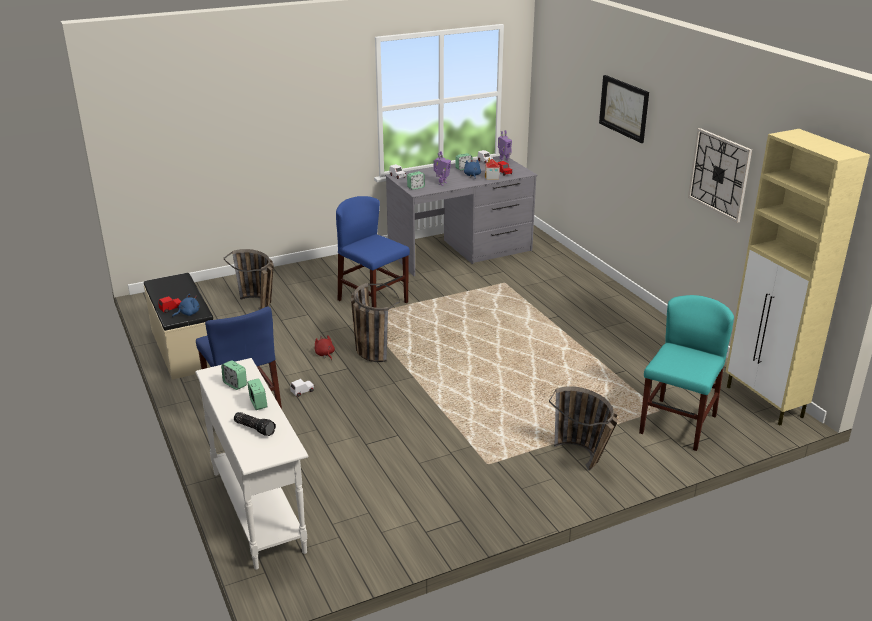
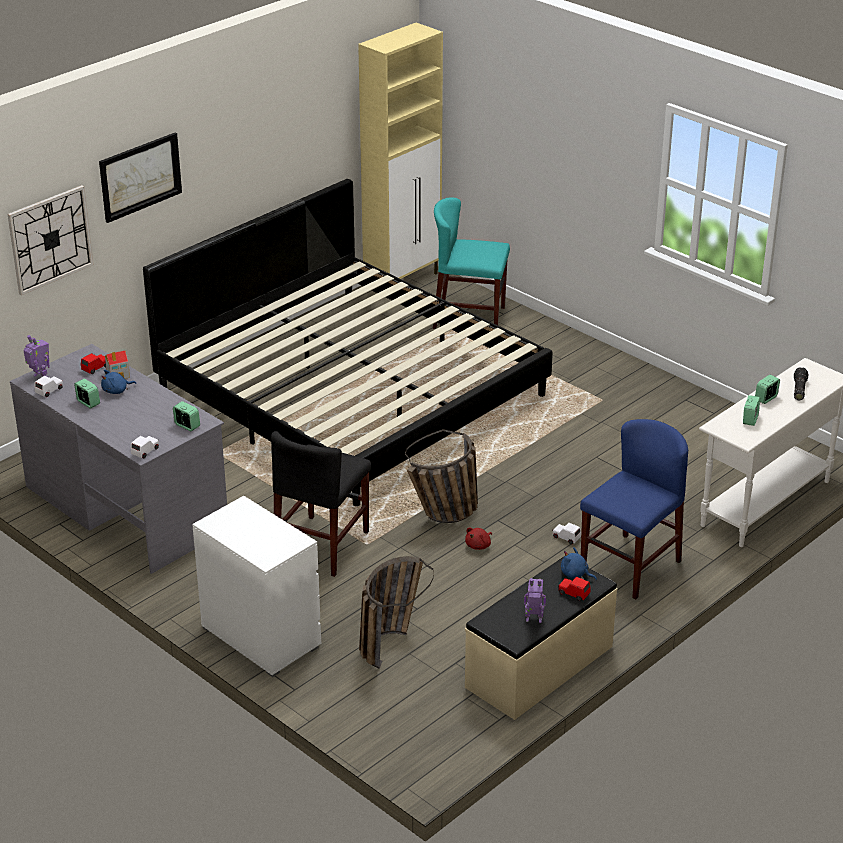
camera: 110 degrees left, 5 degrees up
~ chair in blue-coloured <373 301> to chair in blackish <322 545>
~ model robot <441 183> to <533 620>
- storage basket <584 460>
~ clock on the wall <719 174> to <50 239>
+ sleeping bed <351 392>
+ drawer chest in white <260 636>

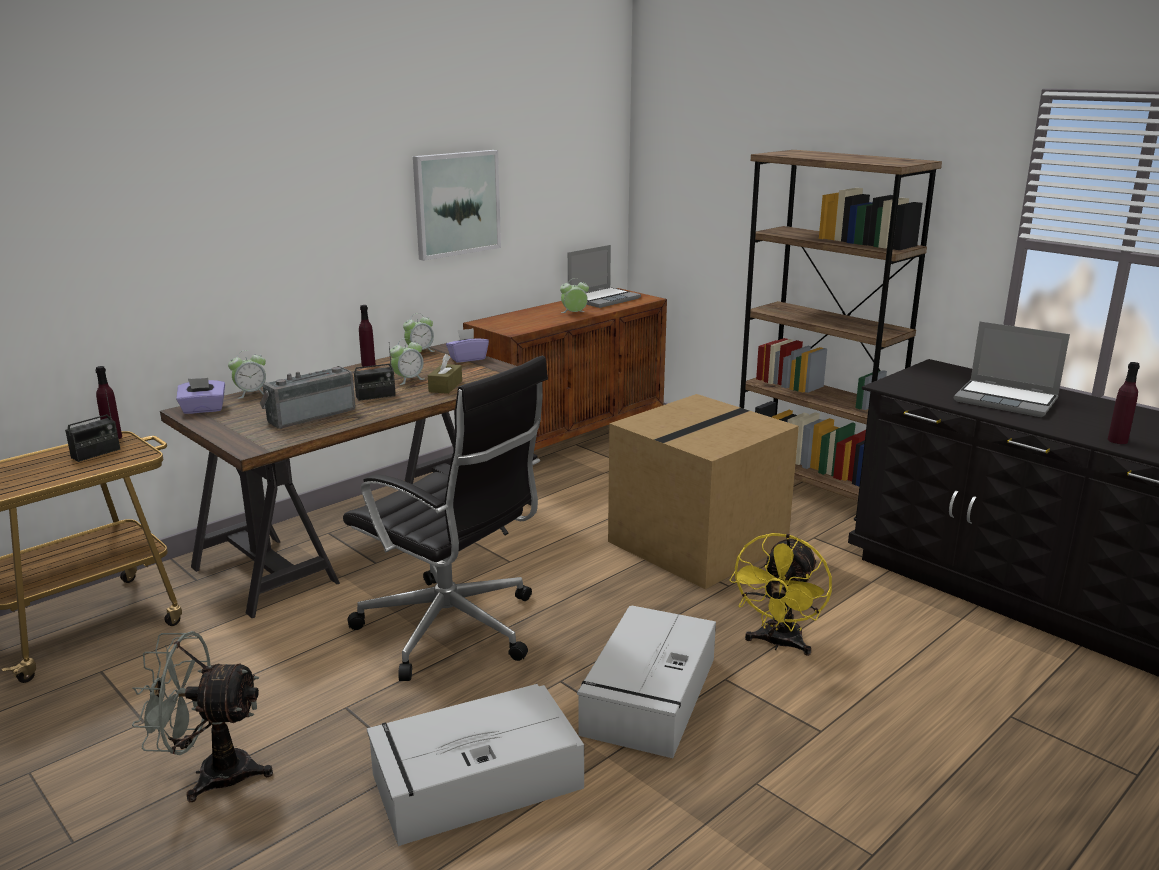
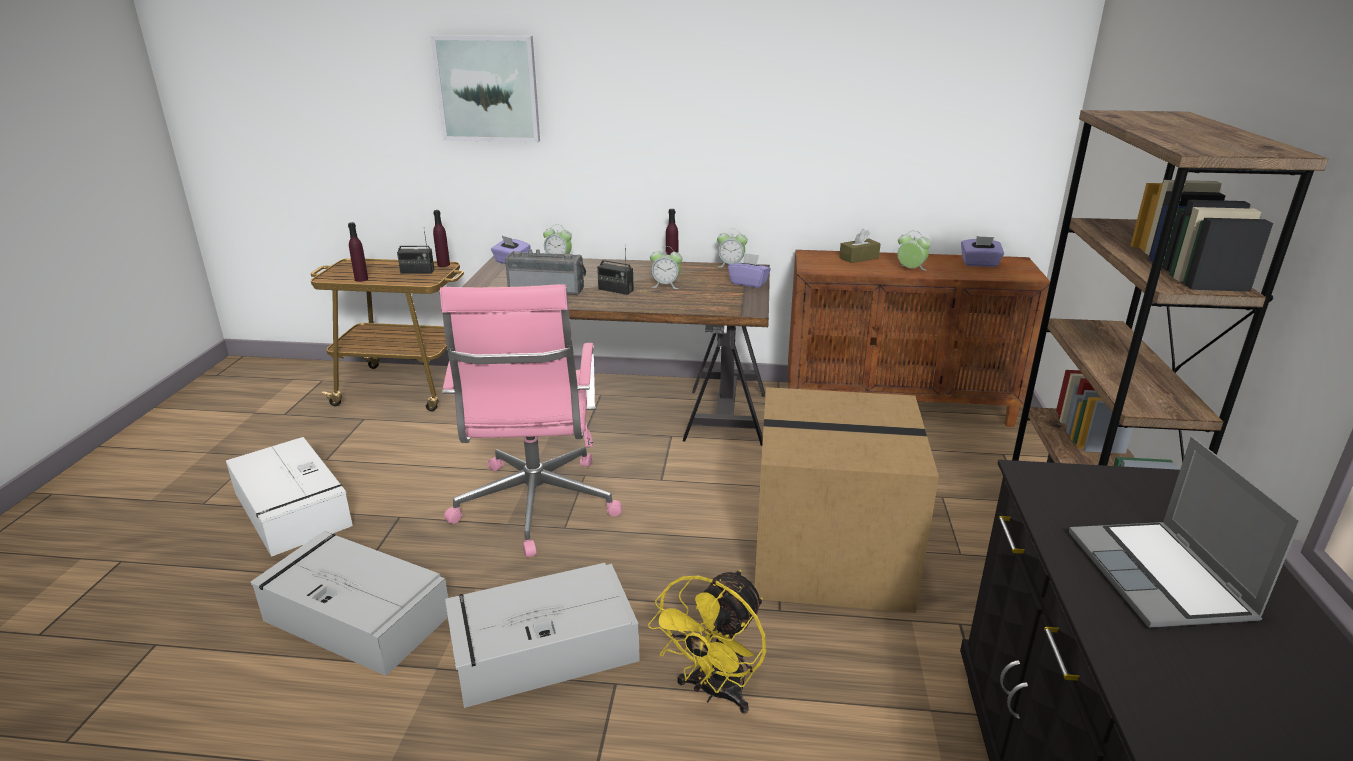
camera: 50 degrees right, 5 degrees up
~ electric fan in grey <211 773> to storage bin in white <292 509>
~ desk chair in blackish <453 630> to desk chair in pink-coloured <535 507>
~ picture <456 203> to <488 89>
~ tissue holder in brown <445 386> to <859 258>
~ laptop <603 299> to tissue holder in purple-coloured <979 264>
~ electric fan in yellow <778 644> = <714 692> 45 degrees counterclockwise
~ beverage bottle in purple-coloured <1117 440> to <361 279>

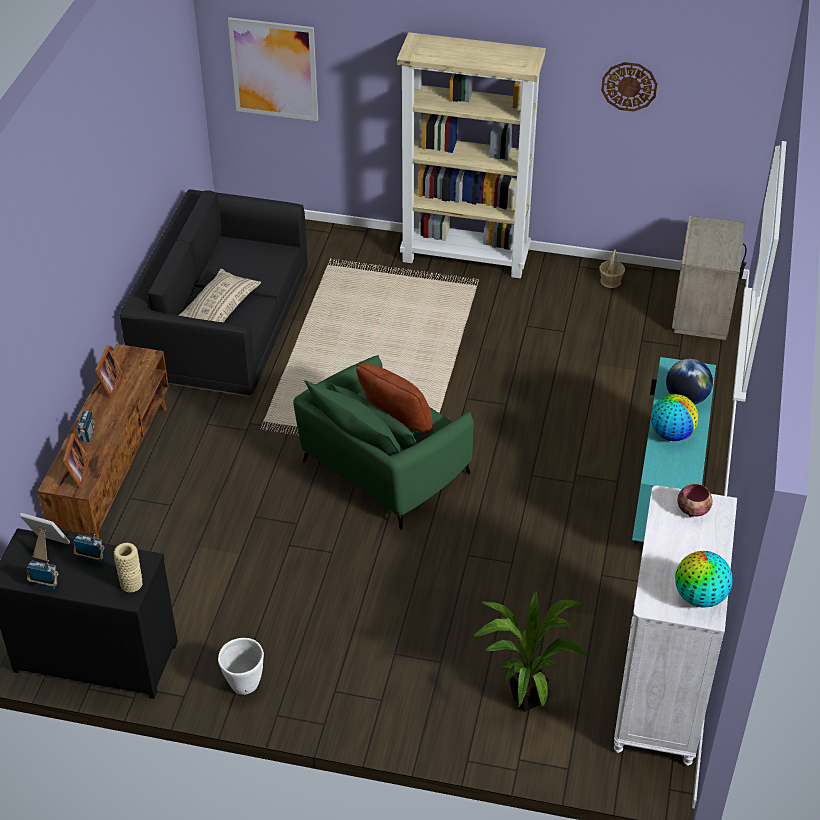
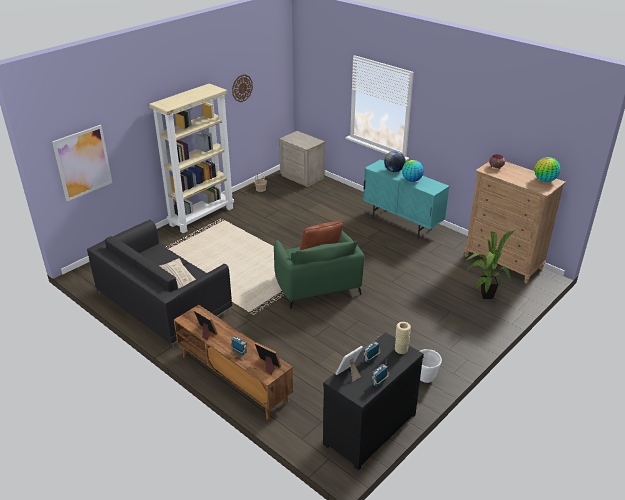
camera: 60 degrees left, 10 degrees down
~ drawer chest in white <661 696> to drawer chest in brown <503 262>

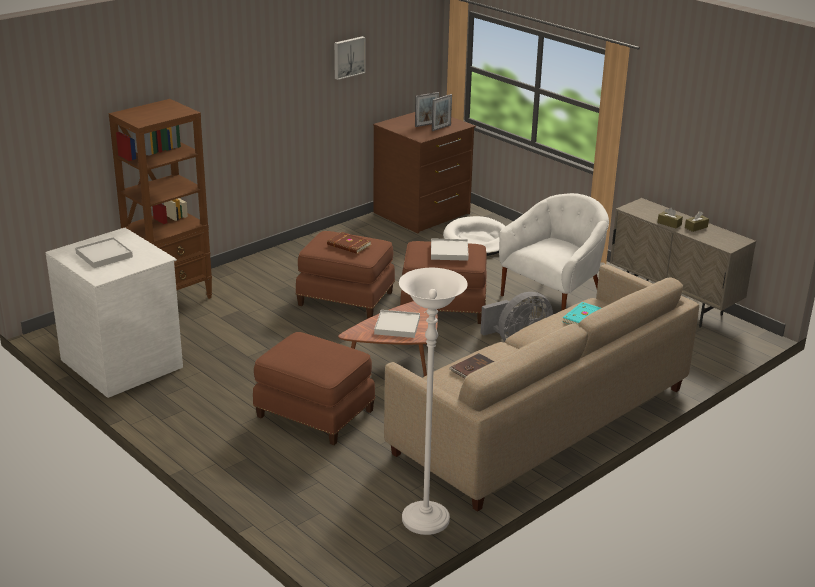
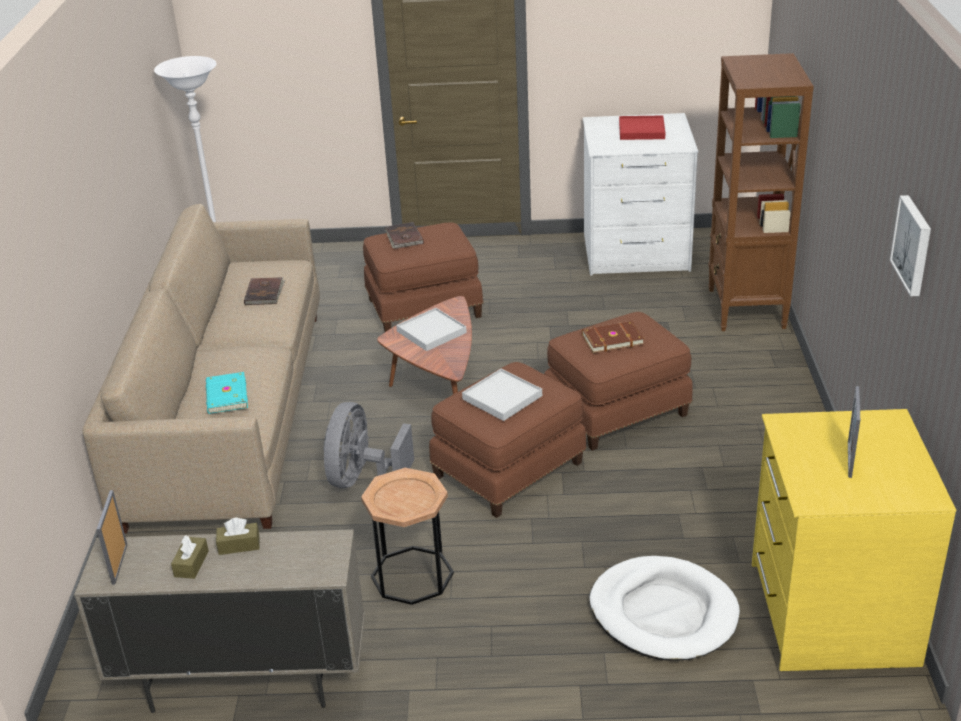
camera: 135 degrees right, 5 degrees up
~ serving tray in white <104 255> to serving tray in reddish <642 130>
~ drawer chest in brown <422 213> to drawer chest in yellow <829 613>
~ picture frame <441 128> to <119 564>
~ lounge chair in white <553 297> to end table in brown <412 575>
+ bound book in brown <403 238>

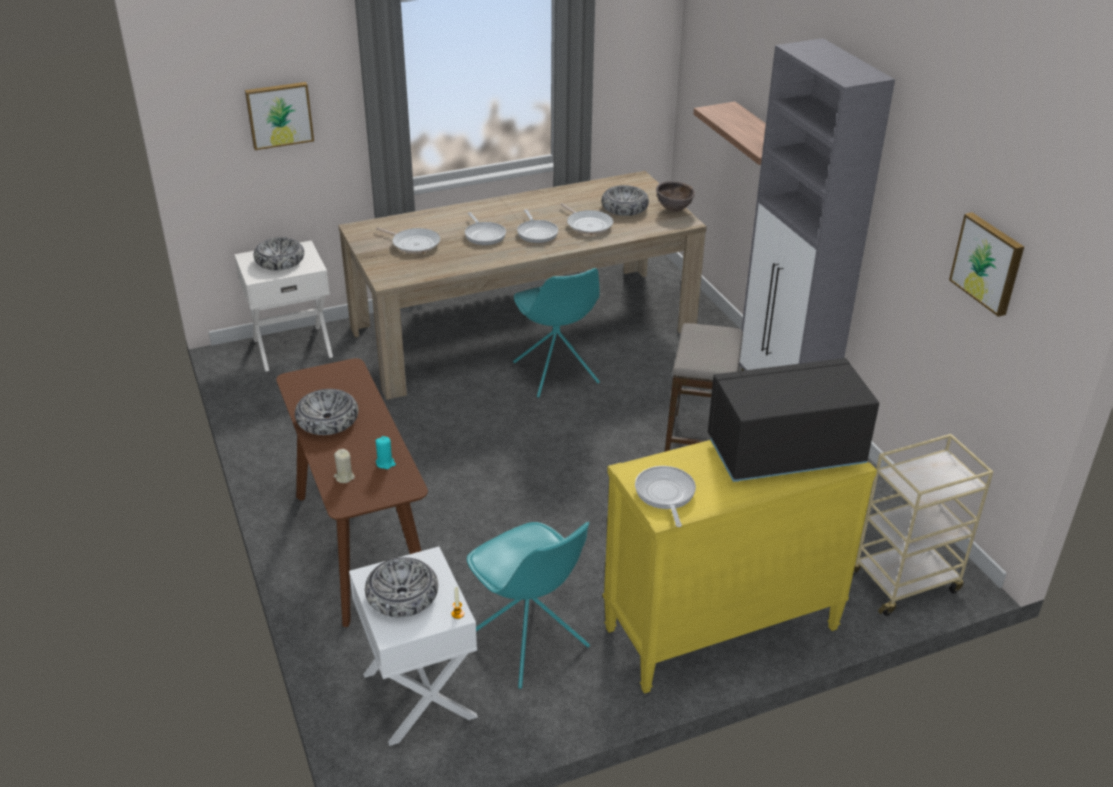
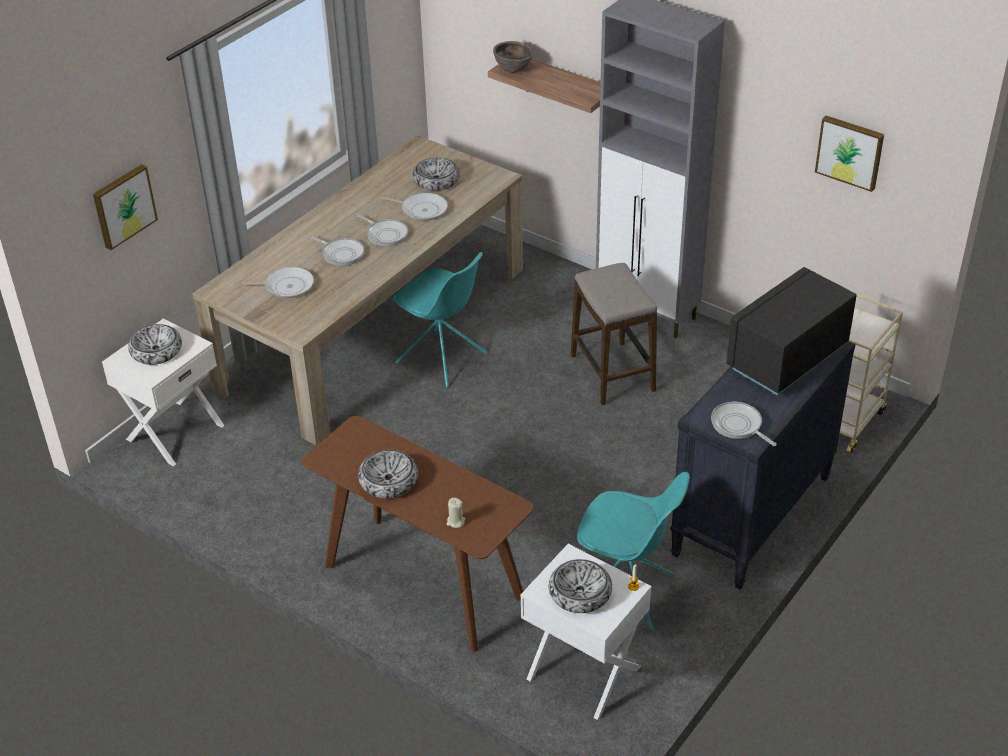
camera: 30 degrees left, 5 degrees up
- wax light in blue-green <385 463>
~ drawer chest in yellow <720 630> to drawer chest in blackish <752 516>
~ deep dish in brown <674 210> to <513 71>

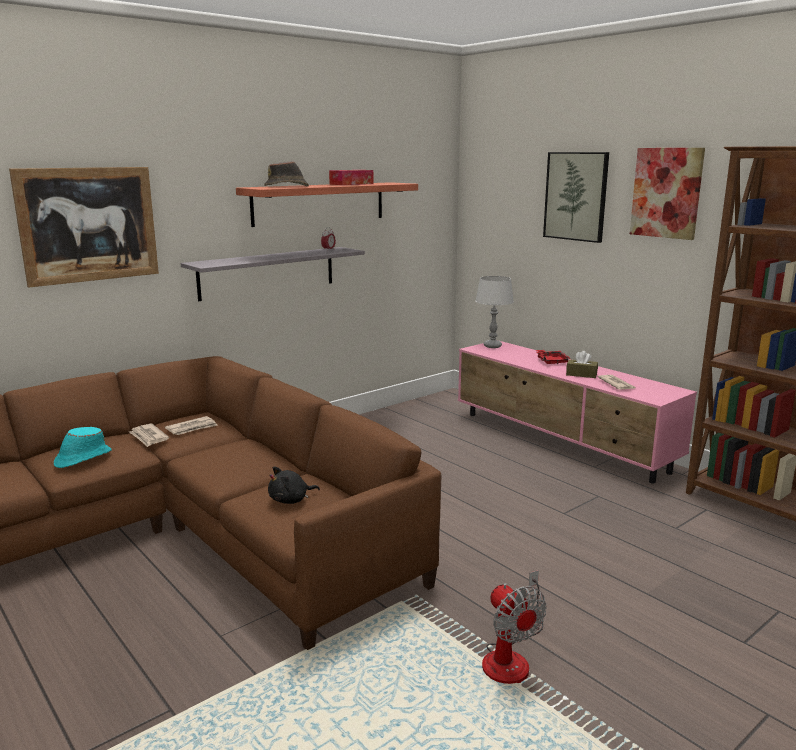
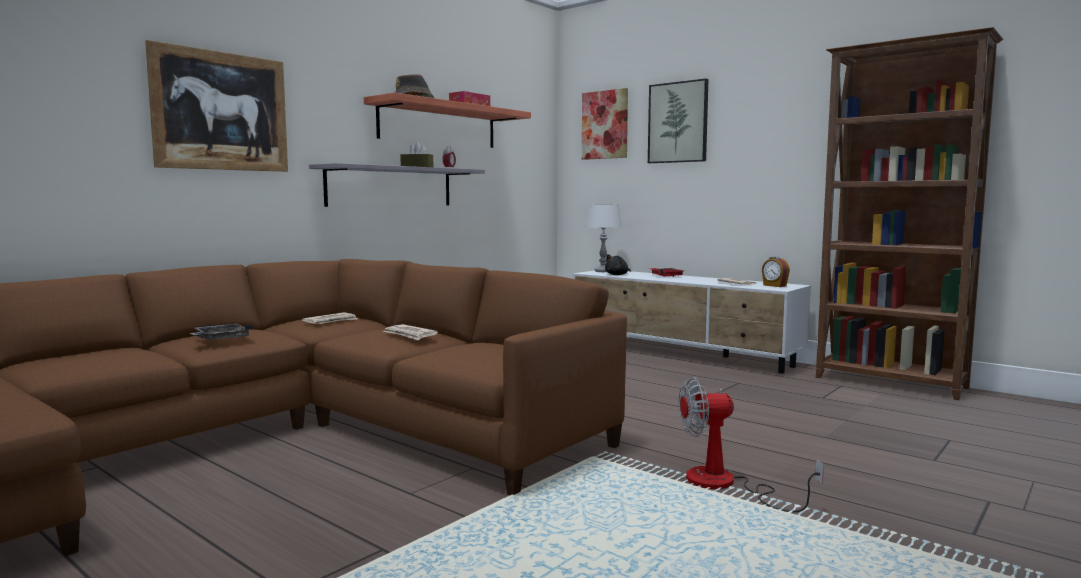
camera: 10 degrees left, 10 degrees down
~ clothing hat in blue-green <82 458> to serving tray in grey <221 339>
~ newspaper <148 437> to <410 335>
~ soft toy in blackish <291 500> to <617 275>
~ tv unit in pink-coloured <561 442> to tv unit in white <681 353>
~ electric fan <511 657> = <726 485> 120 degrees clockwise
~ tissue holder in brown <581 374> to <417 167>
~ picture <666 193> to <605 125>
+ alarm clock <774 285>

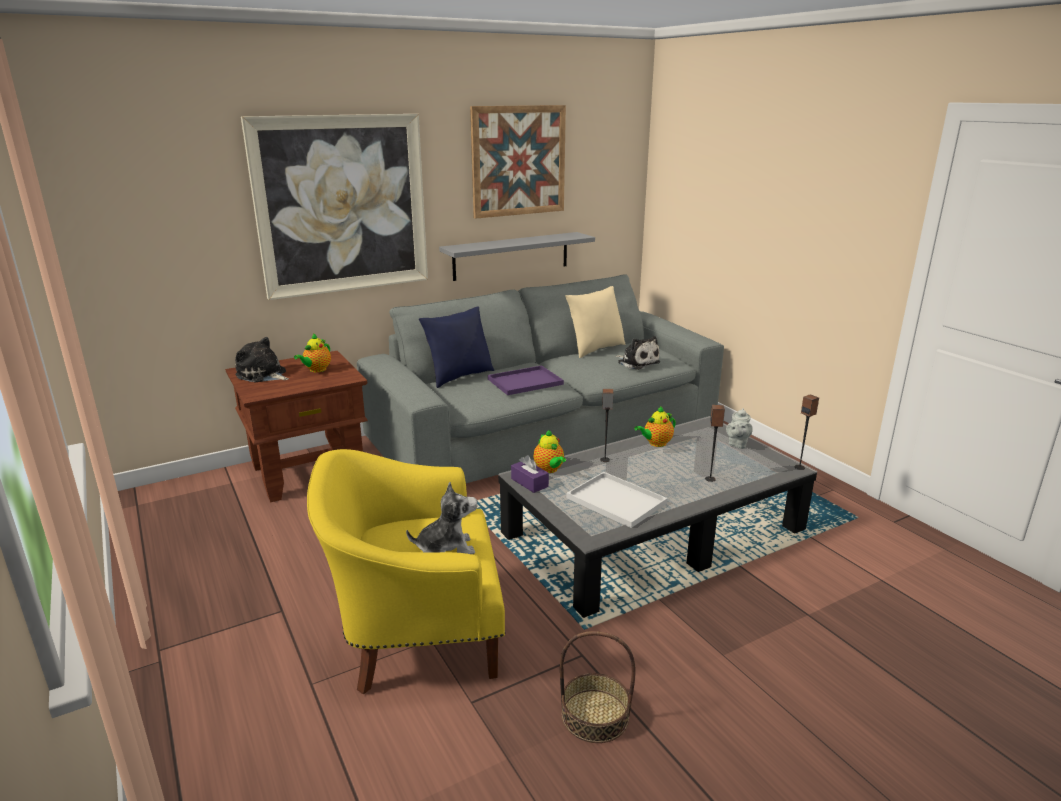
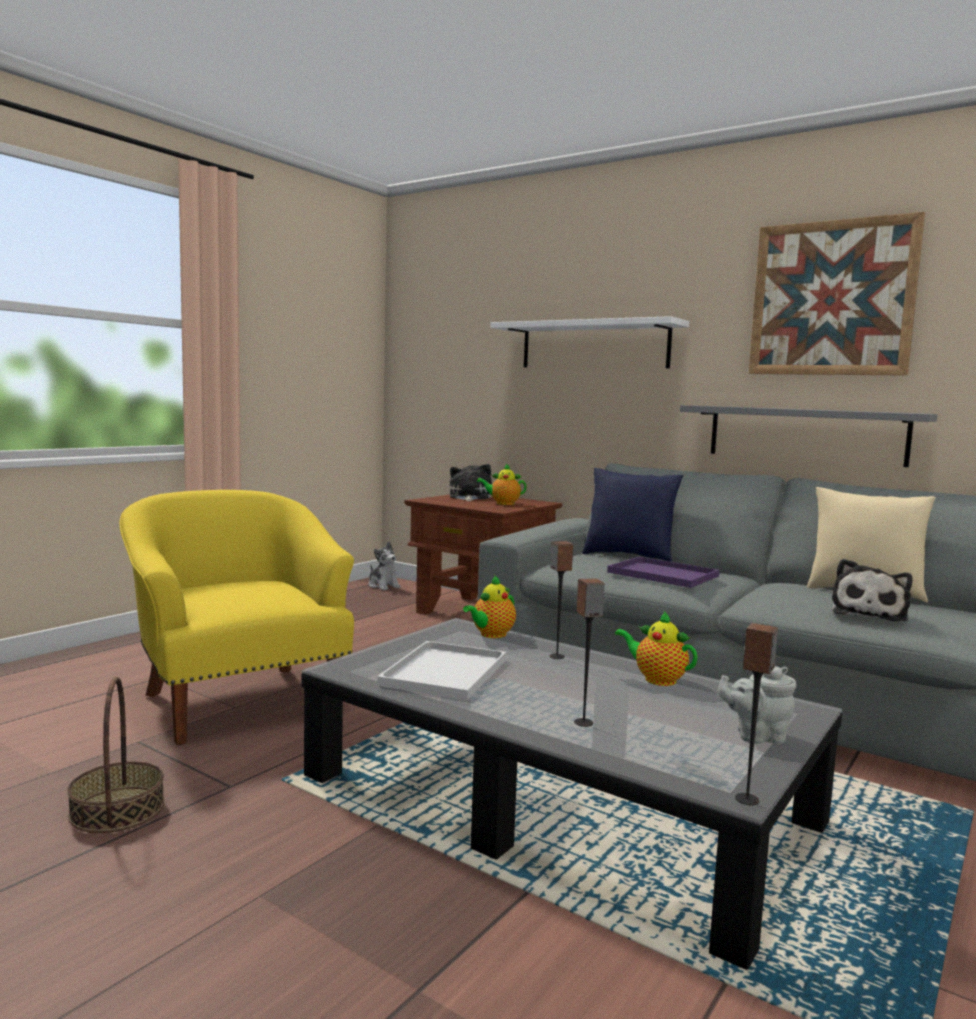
camera: 65 degrees right, 15 degrees down
~ picture <342 205> to wall shelf in white <594 345>
~ soft toy <446 549> to <383 586>
- tissue holder in purple-coloured <529 483>

